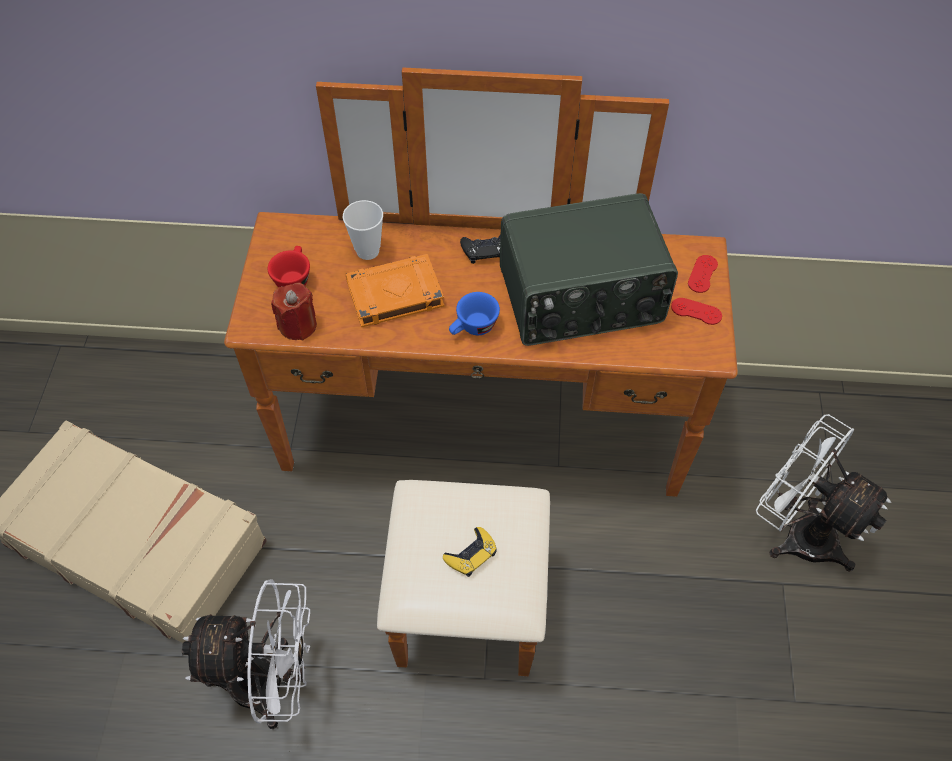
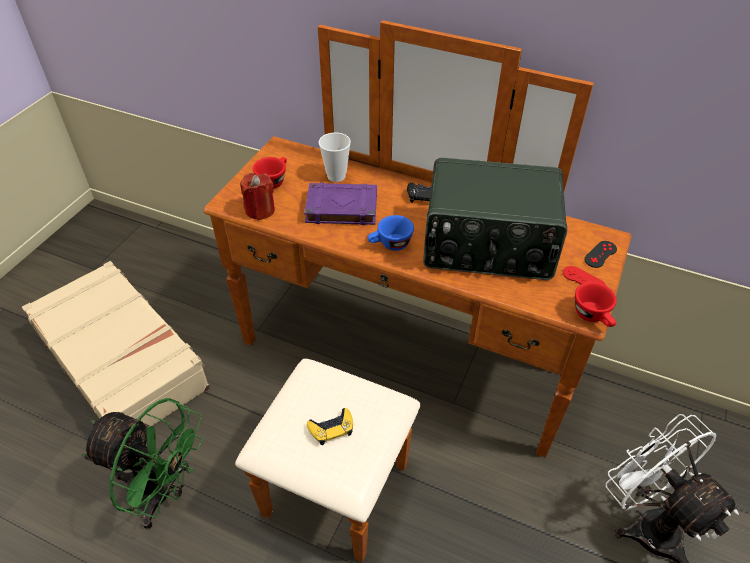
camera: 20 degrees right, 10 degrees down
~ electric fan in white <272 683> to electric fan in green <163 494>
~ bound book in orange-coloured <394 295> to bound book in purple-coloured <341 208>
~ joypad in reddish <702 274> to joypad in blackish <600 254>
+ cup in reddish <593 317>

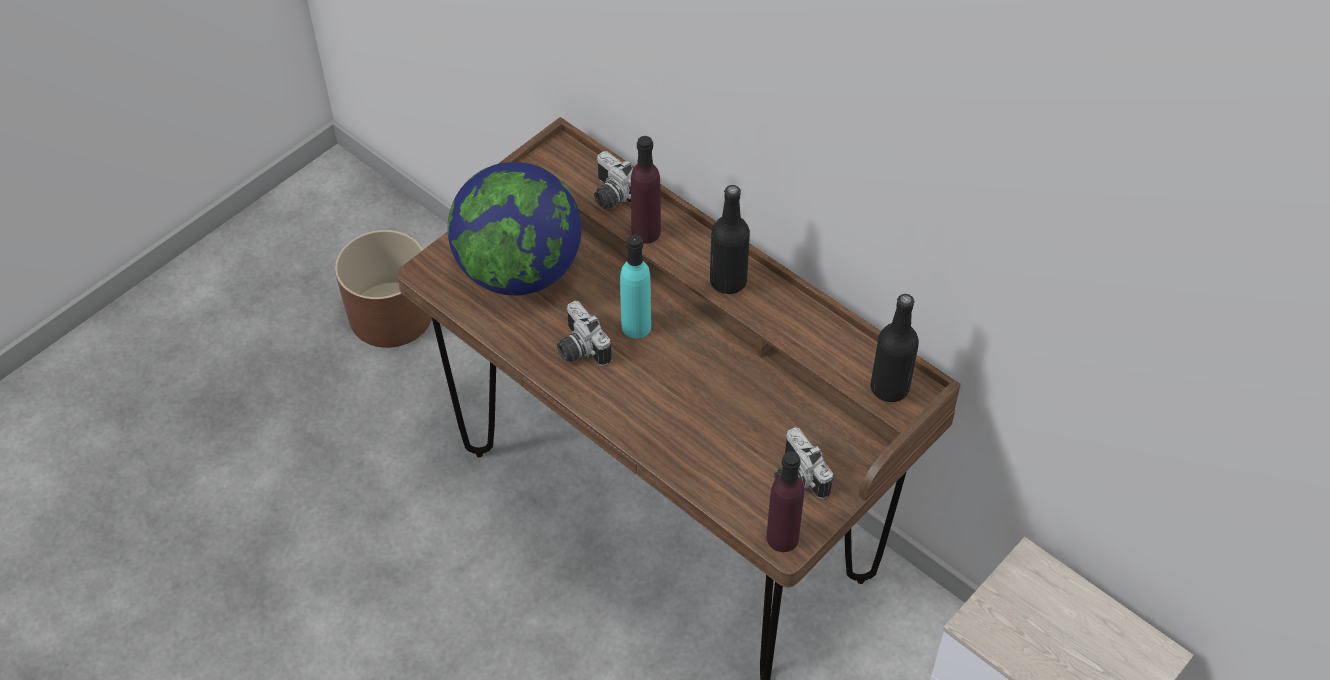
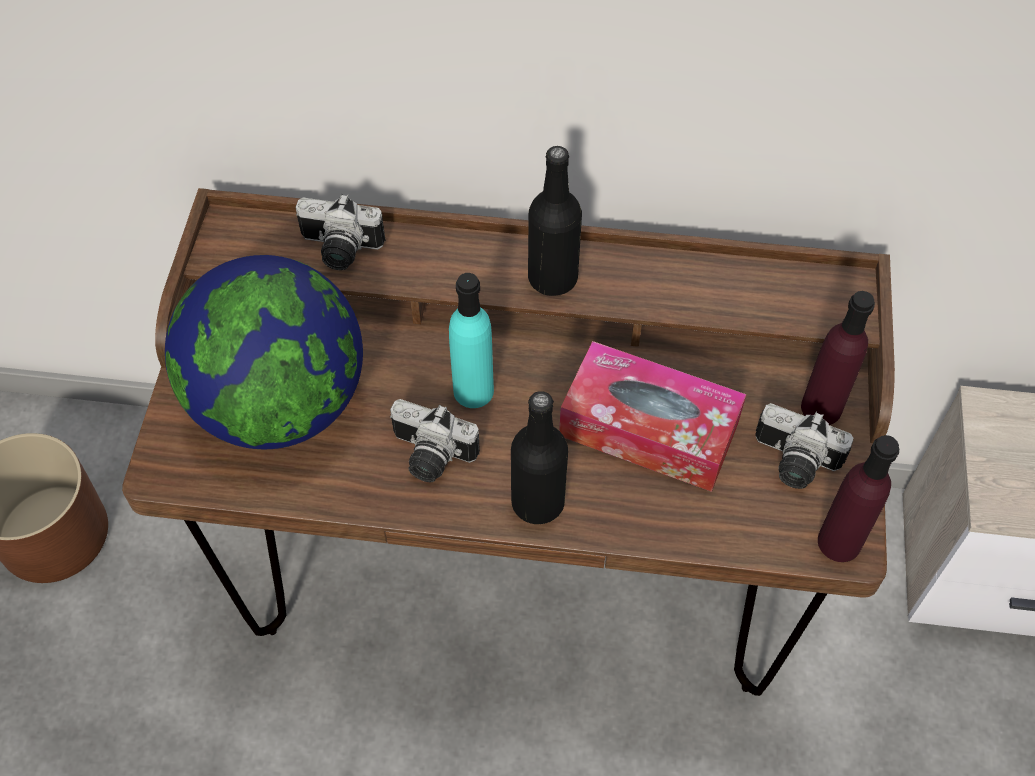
camera: 35 degrees left, 5 degrees up
~ beverage bottle in purple-coloured <646 232> to <821 407>
~ beverage bottle in blackish <889 388> to <537 502>
+ tissue holder <648 429>

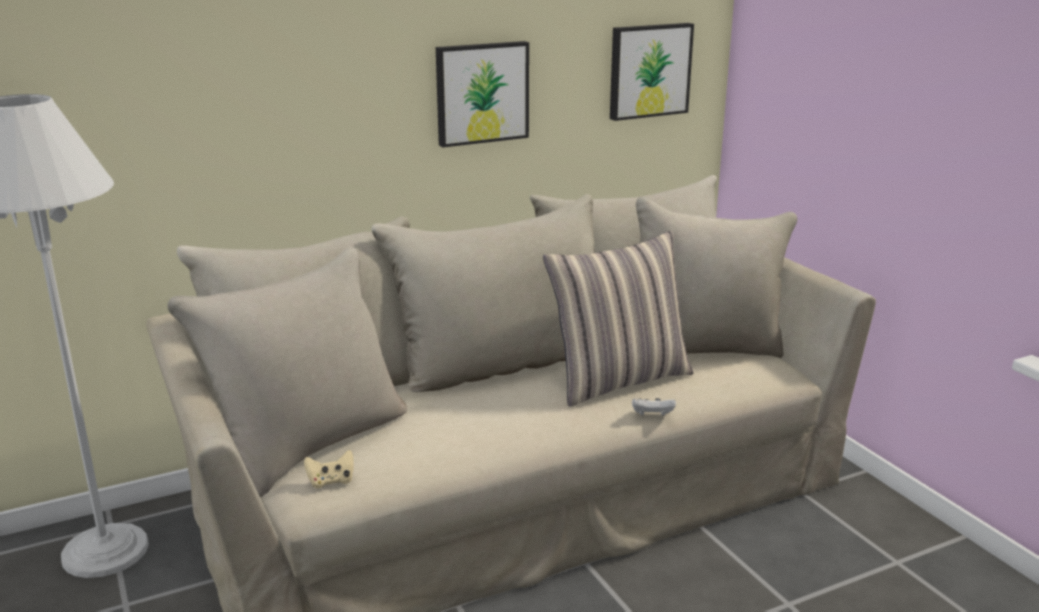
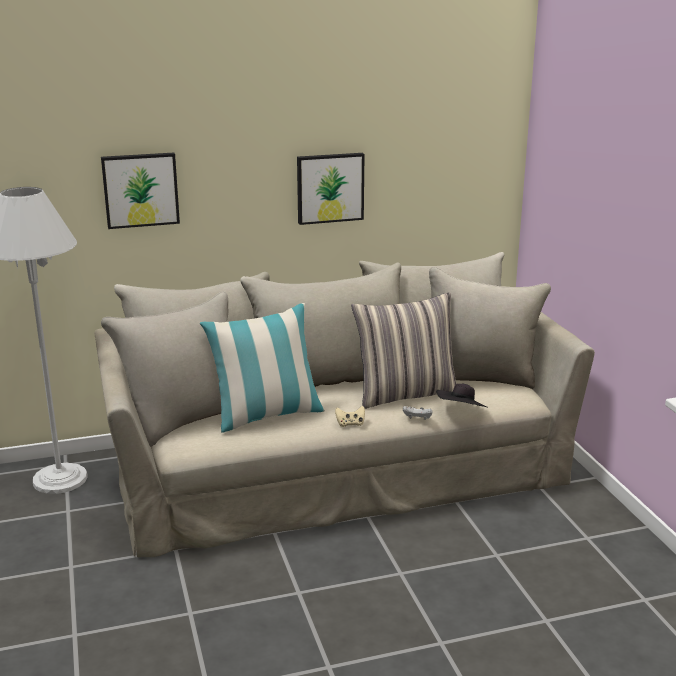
camera: 10 degrees right, 0 degrees up
~ joypad in sand-coloured <331 481> to <350 424>
~ picture <649 70> to <140 189>
+ pillow <266 416>
+ clothing hat in blackish <461 412>

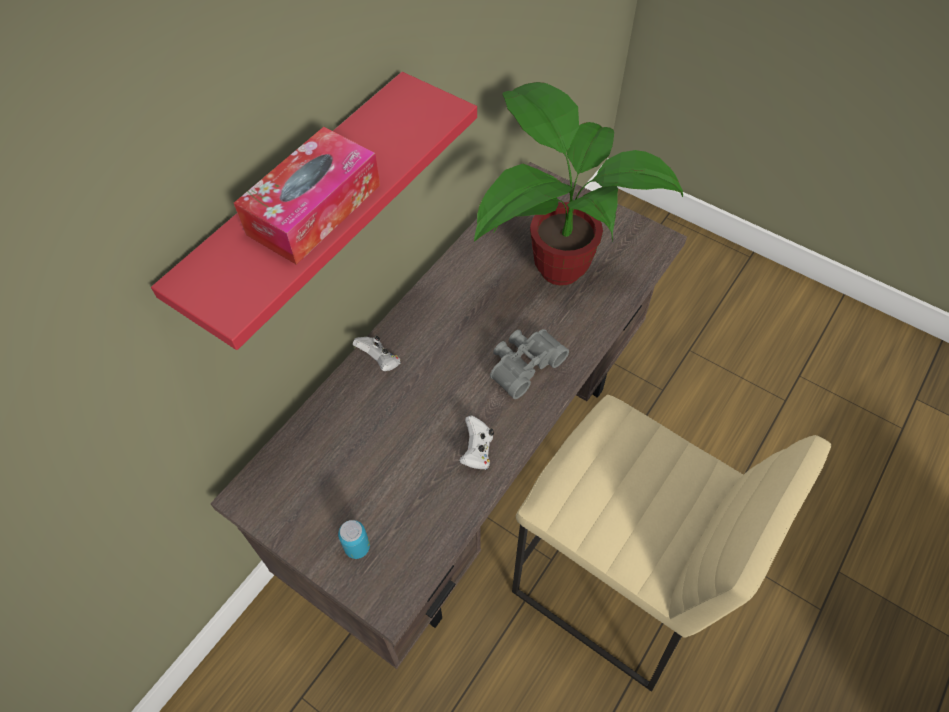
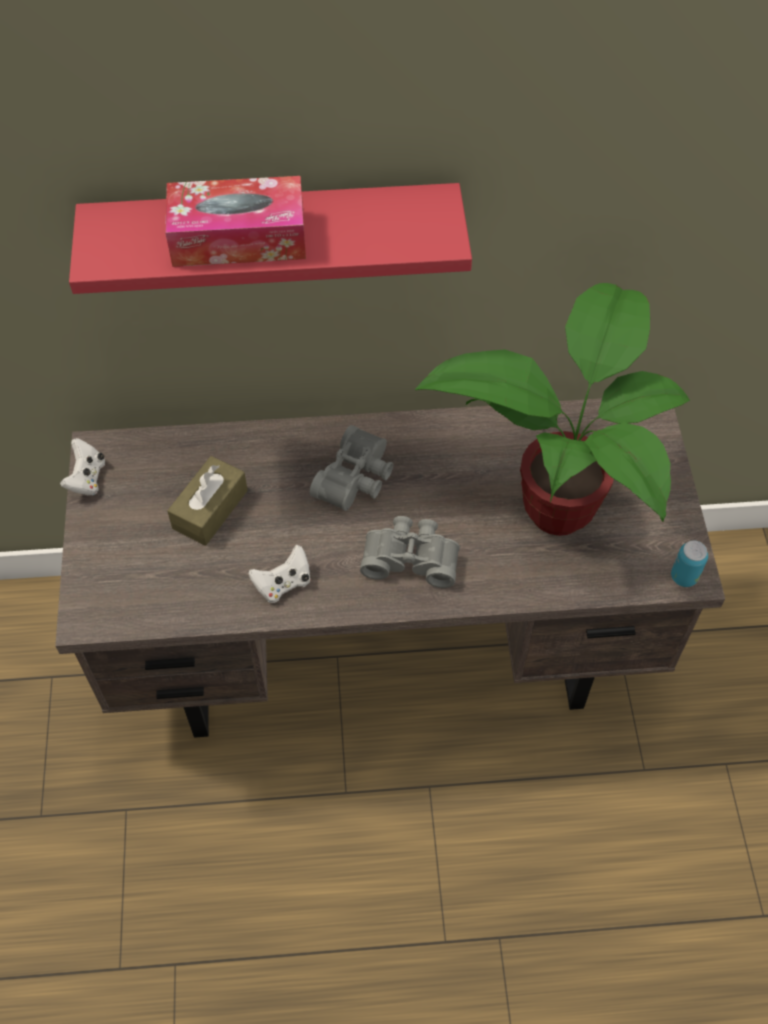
camera: 50 degrees right, 0 degrees up
~ metal can <357 547> to <684 576>
~ joypad in white <380 360> to <87 478>
- stool seat in sand-coloured <611 587>
+ tissue holder in brown <210 509>
+ pair of binoculars in grey <357 478>

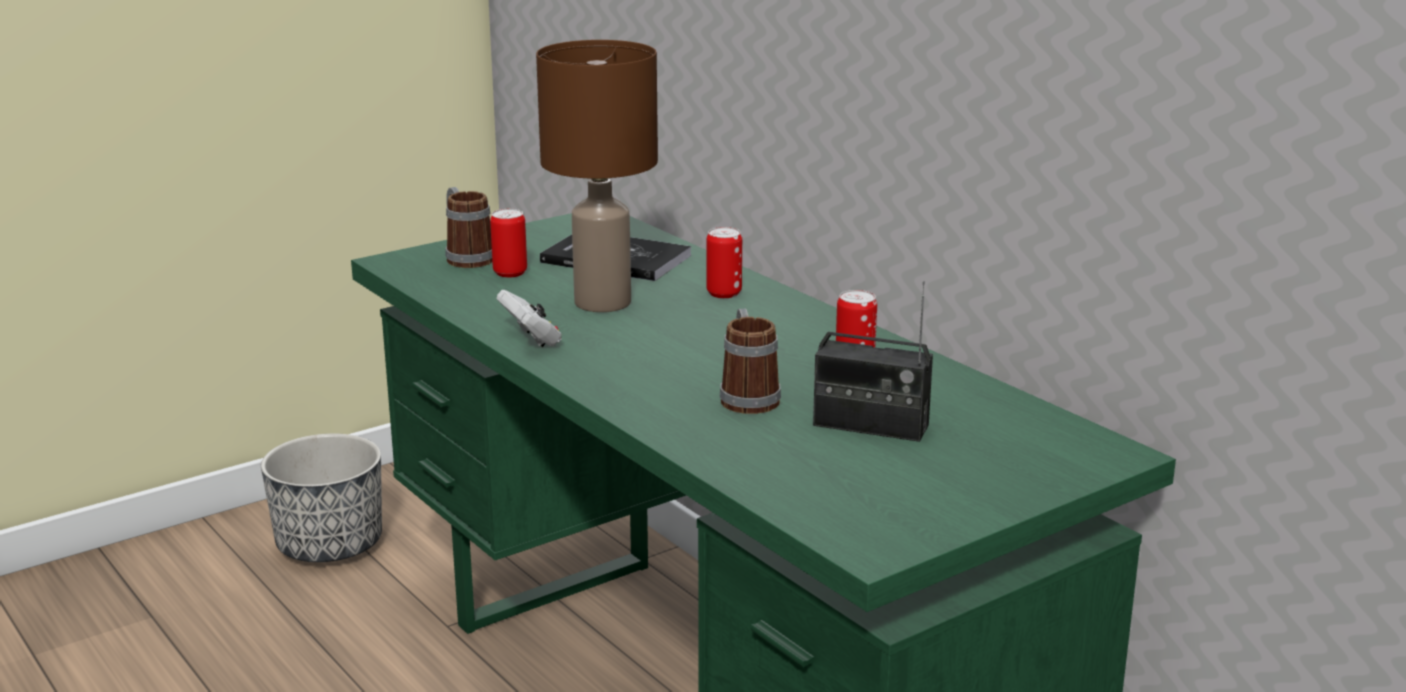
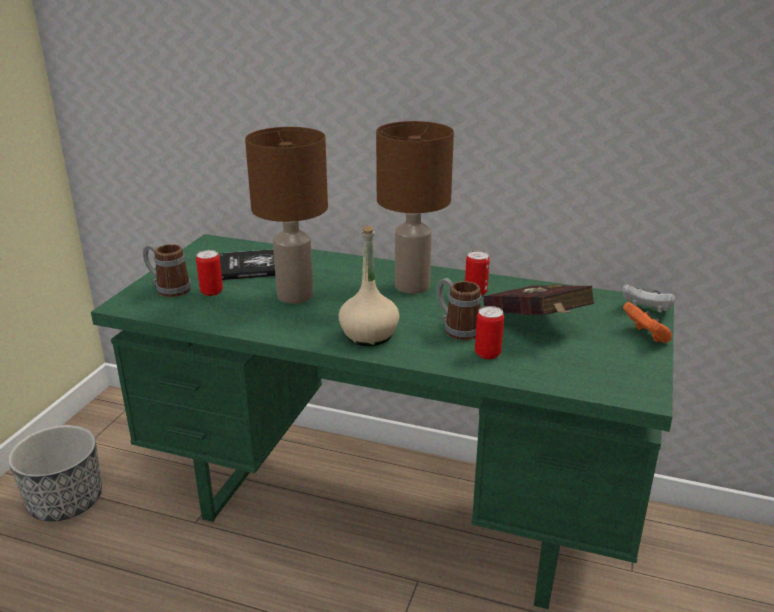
camera: 35 degrees left, 5 degrees up
~ joypad in white <532 340> to <646 310>
~ metal can <724 293> to <487 354>
~ radio receiver <870 425> to bound book in reddish <536 325>
+ beverage bottle in sand-coloured <369 335>
+ tabletop lamp in brown <411 285>
+ joypad in orange-coloured <646 336>

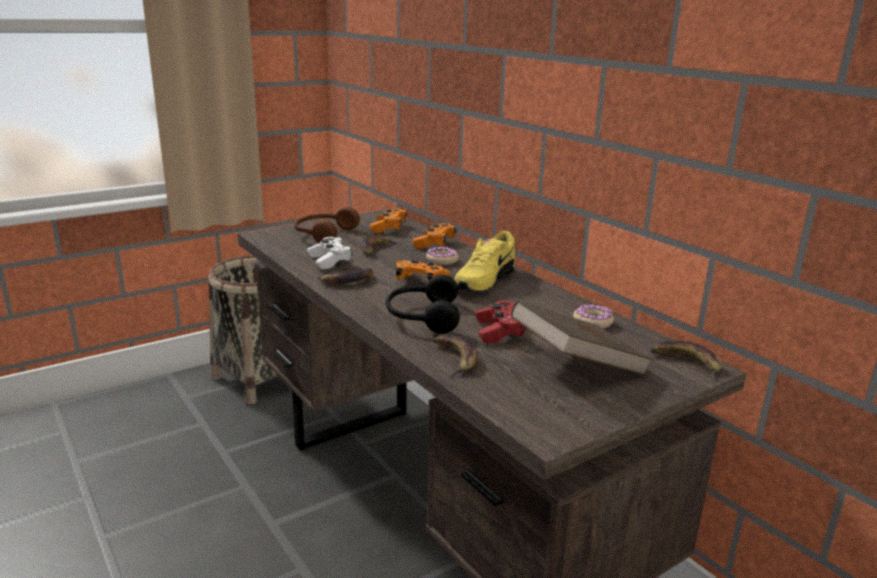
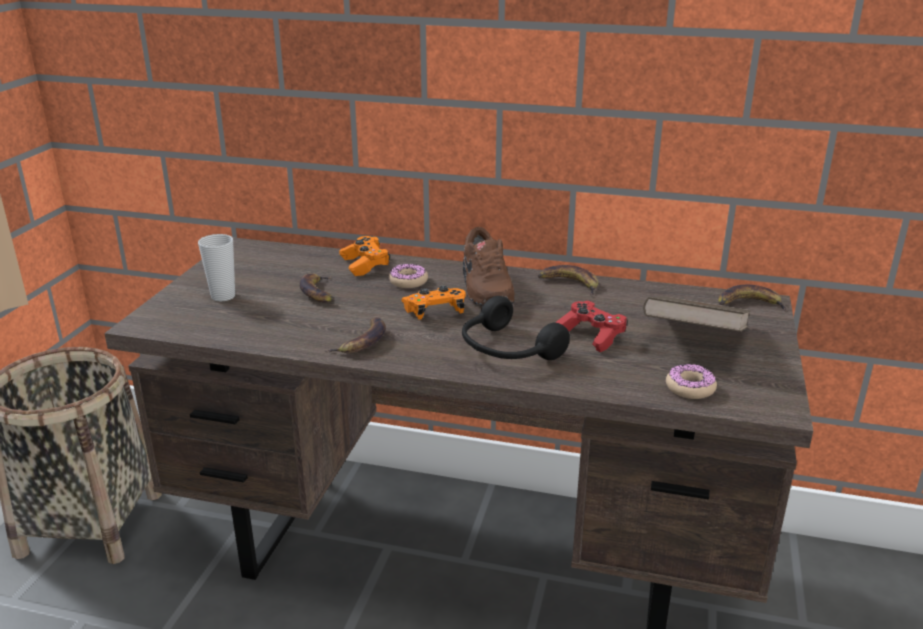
camera: 40 degrees left, 5 degrees up
~ headphones in brown <323 235> to cup <223 296>
- joypad in white <329 261>
- joypad in orange-coloured <388 228>
~ banana fruit <454 358> to <569 284>
~ item of footwear in yellow <483 281> to item of footwear in brown <485 289>
~ doughnut <592 322> to <690 388>

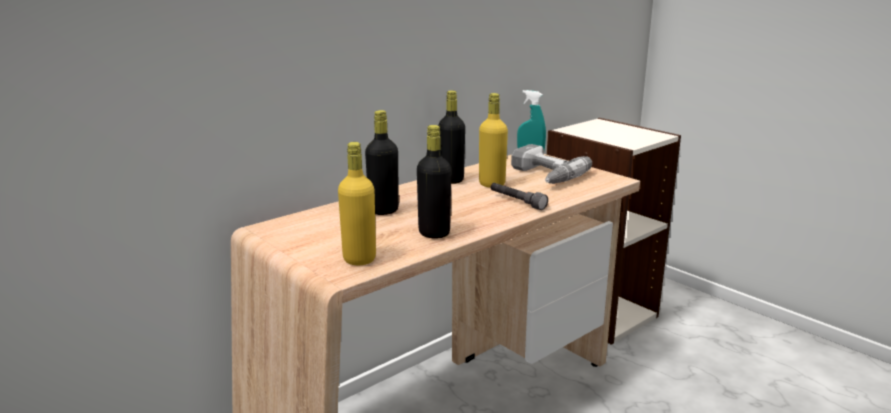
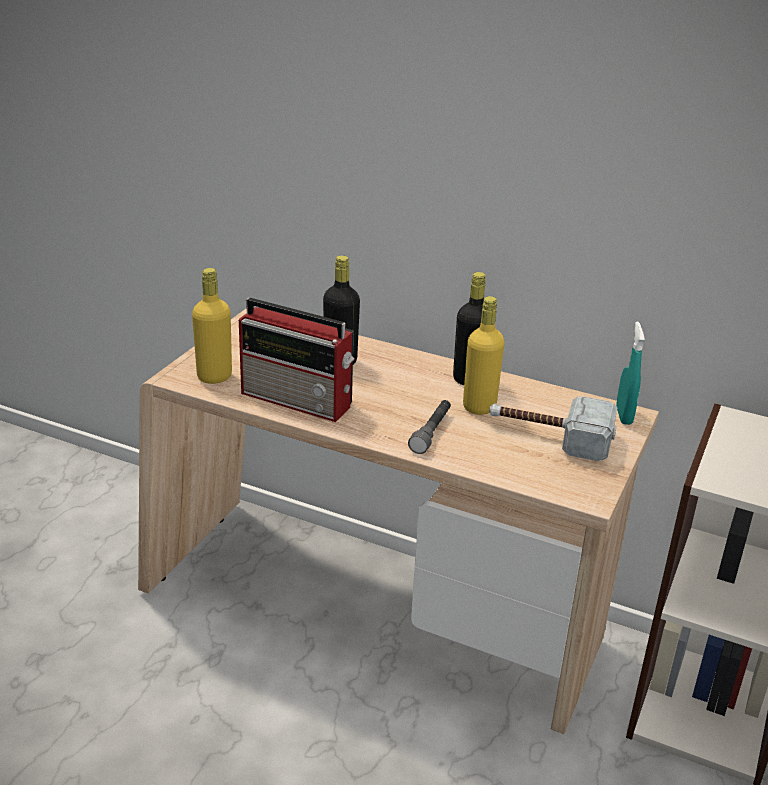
camera: 65 degrees right, 10 degrees up
~ beverage bottle in blackish <434 233> to radio receiver <299 400>
~ electric drill <543 175> to tool hammer <549 437>

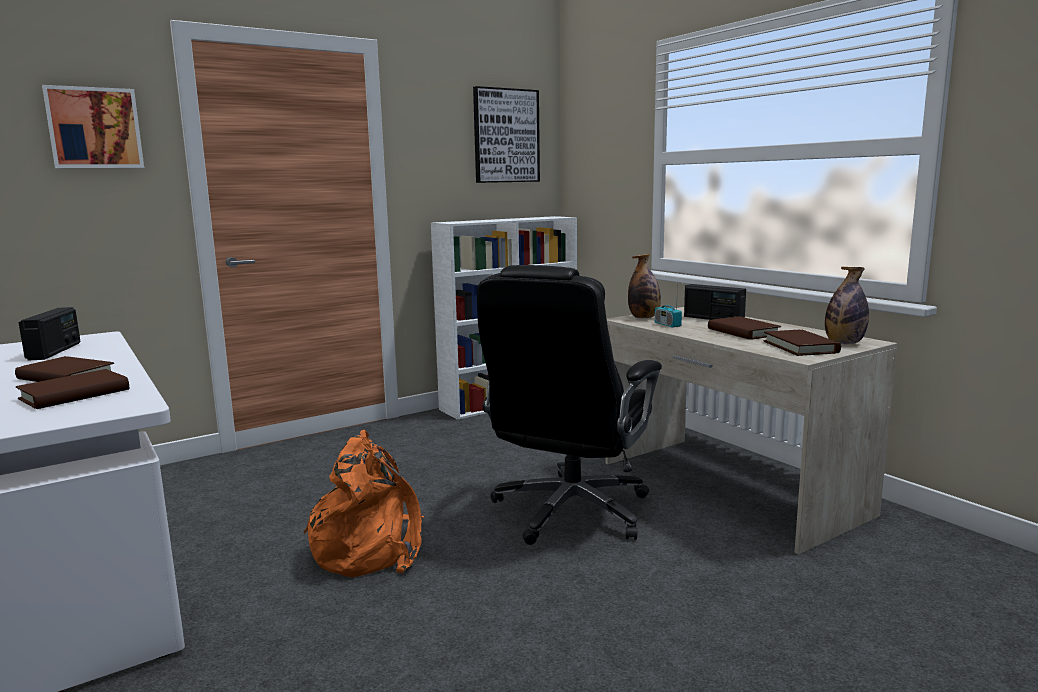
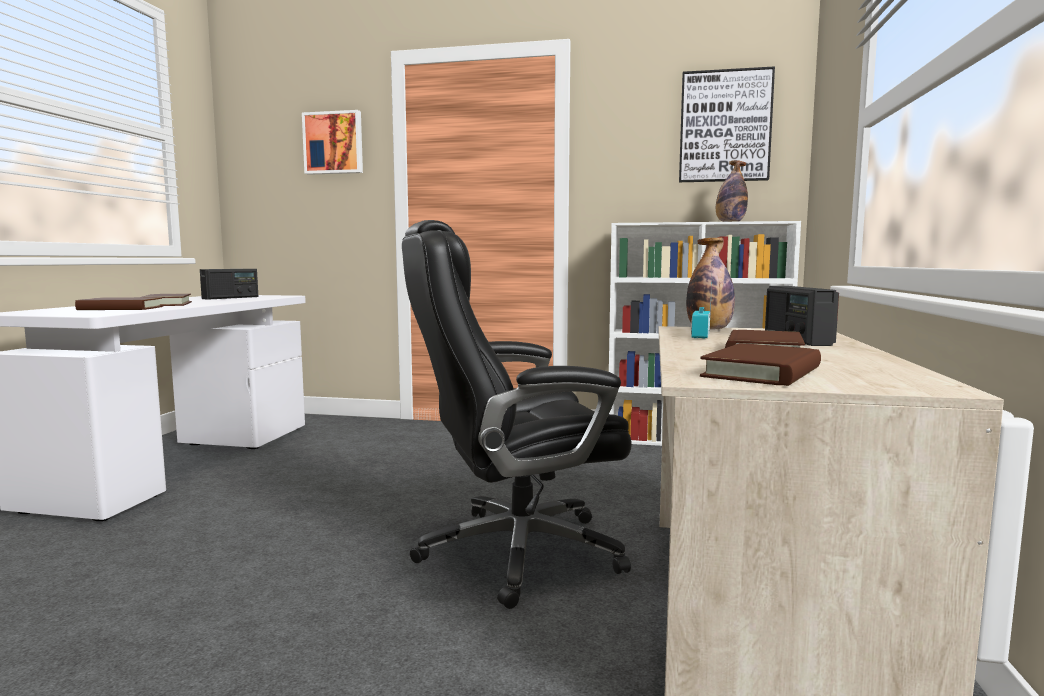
camera: 45 degrees right, 5 degrees down
- backpack in orange-coloured <370 548>
~ beverage bottle <844 343> to <730 222>

